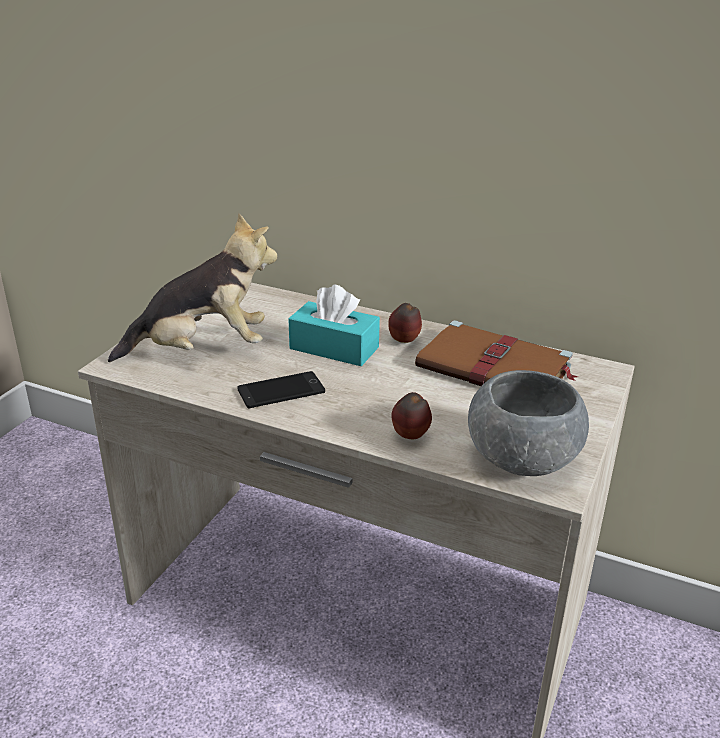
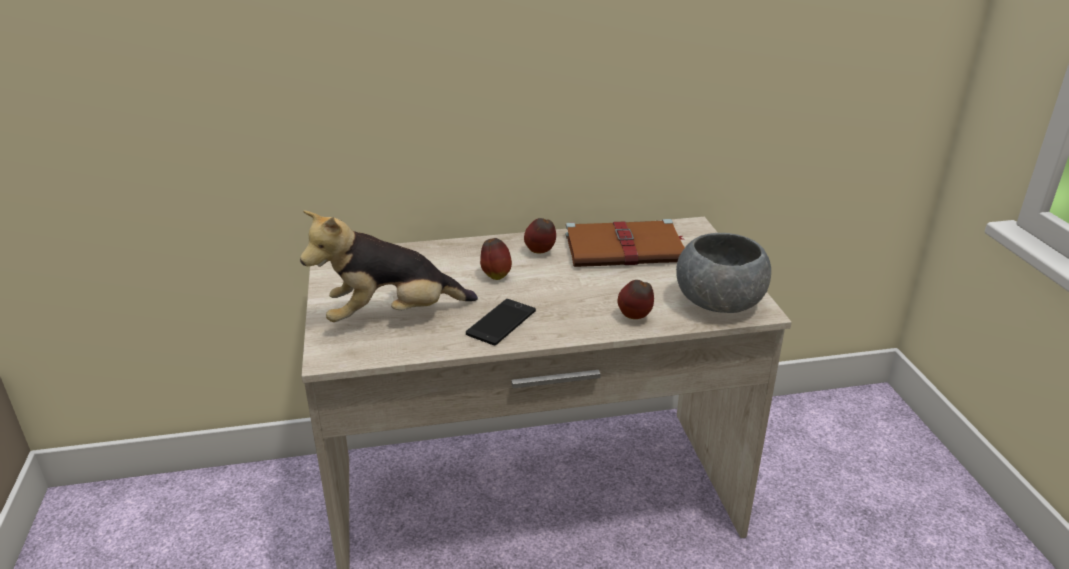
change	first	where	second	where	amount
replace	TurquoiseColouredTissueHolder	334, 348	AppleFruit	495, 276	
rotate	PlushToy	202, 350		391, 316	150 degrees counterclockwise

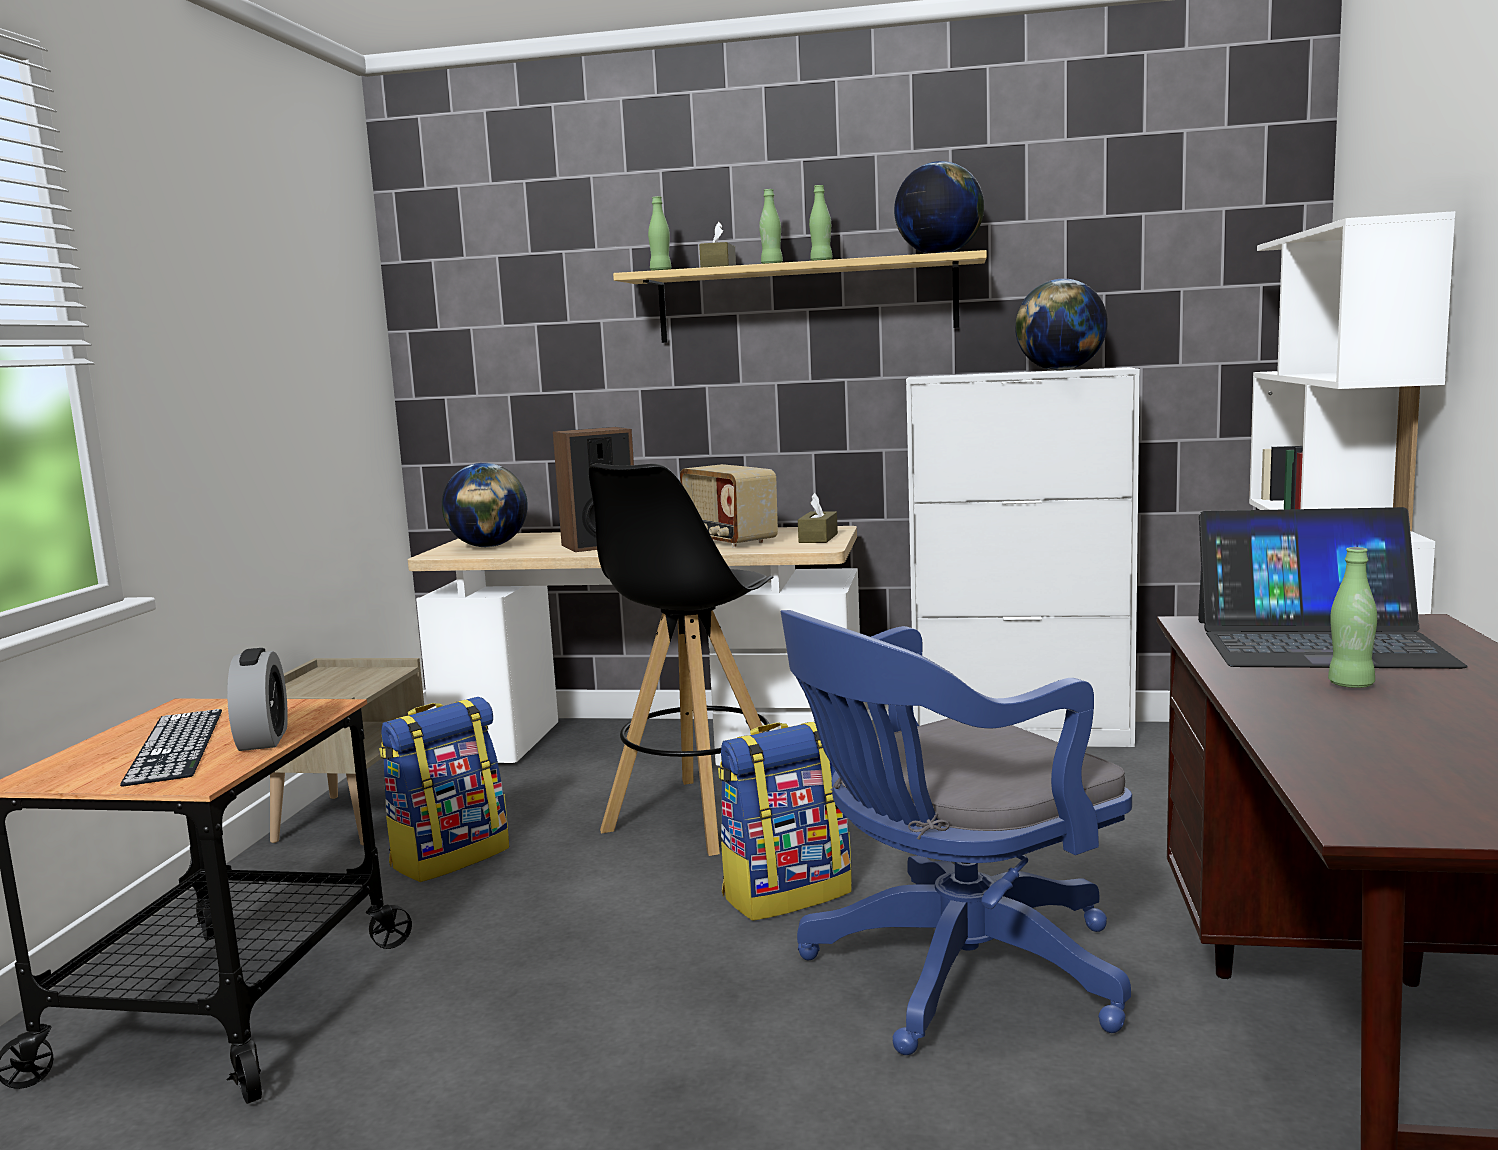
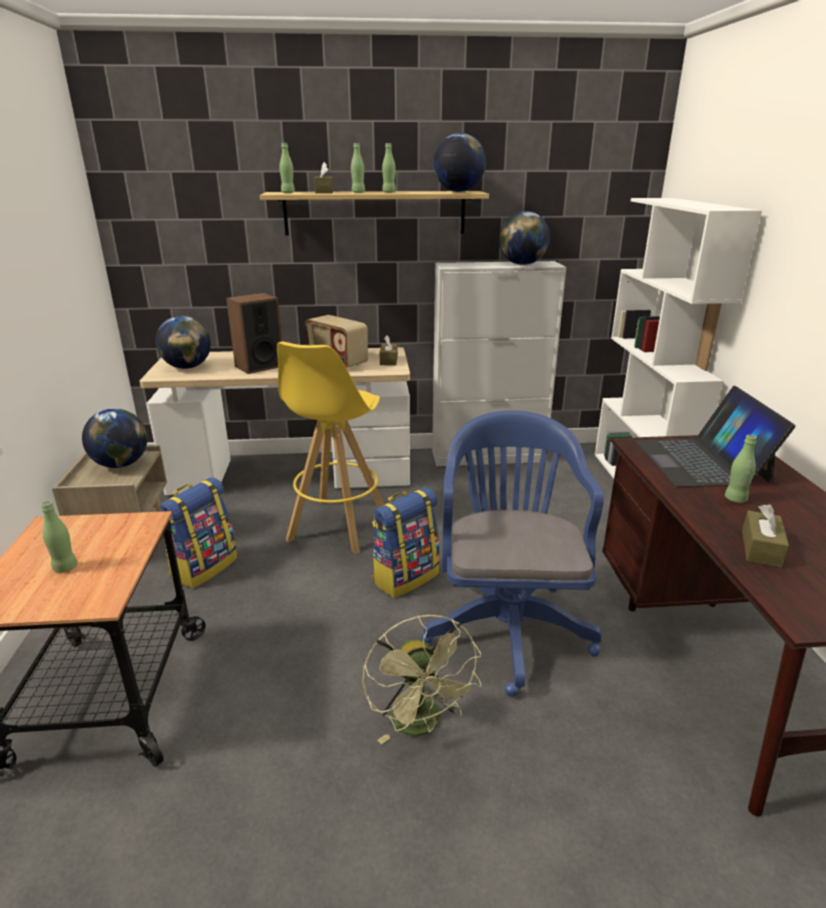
change	first	where	second	where	amount
delete	BedsideClock	263, 739			
insert			DeskGlobe	121, 464	
insert			GreenishFan	422, 725	
insert			BrownishTissueHolder	761, 548	
replace	ComputerKeyboard	176, 746	GreenishDrinkBottle	65, 567	
recolor	BlackStool	697, 815	YellowStool	337, 525	
rotate	BlueOfficeChair	952, 974		507, 623	135 degrees clockwise
rotate	Laptop	1319, 642		701, 461	90 degrees clockwise

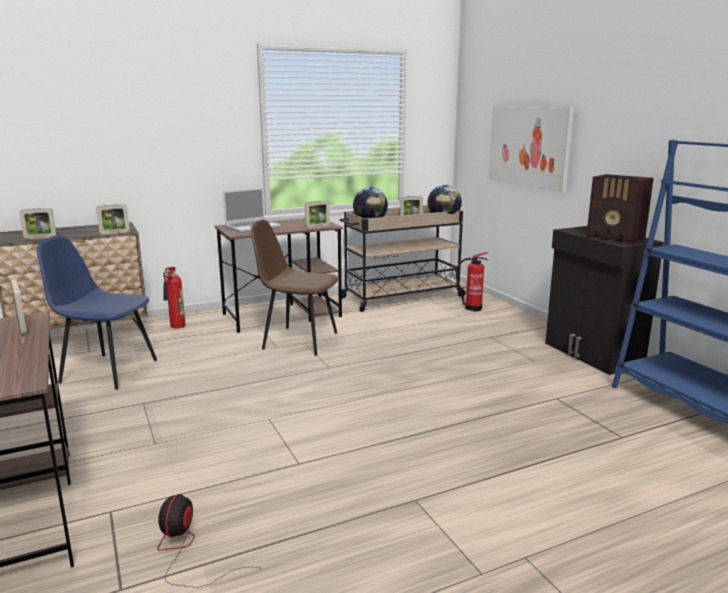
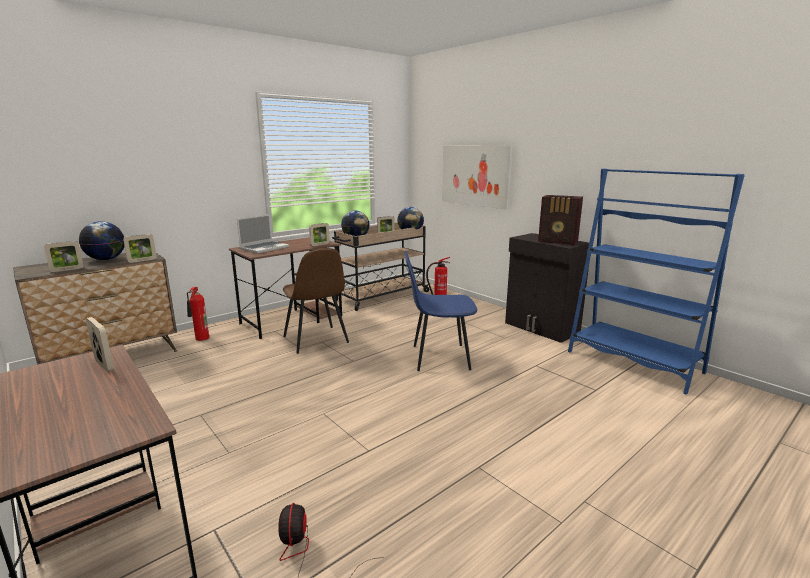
change	first	where	second	where	amount
insert			DeskGlobe	106, 259	
move	BluePlainChair	107, 371		438, 357	
rotate	BrownishPlainChair	298, 340		316, 340	120 degrees counterclockwise

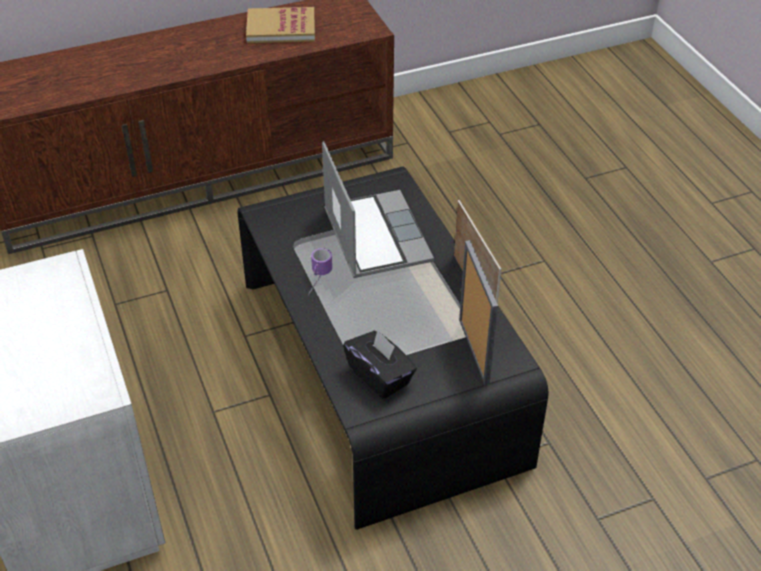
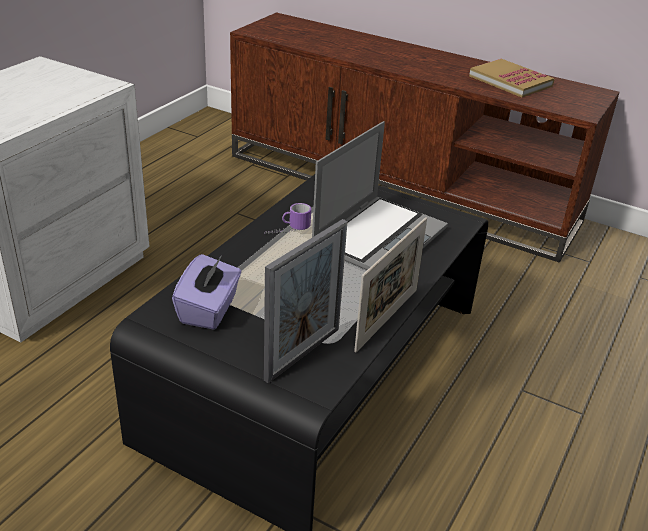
change	first	where	second	where	amount
recolor	BlackTissueHolder	380, 376	PurpleColouredTissueHolder	209, 310	

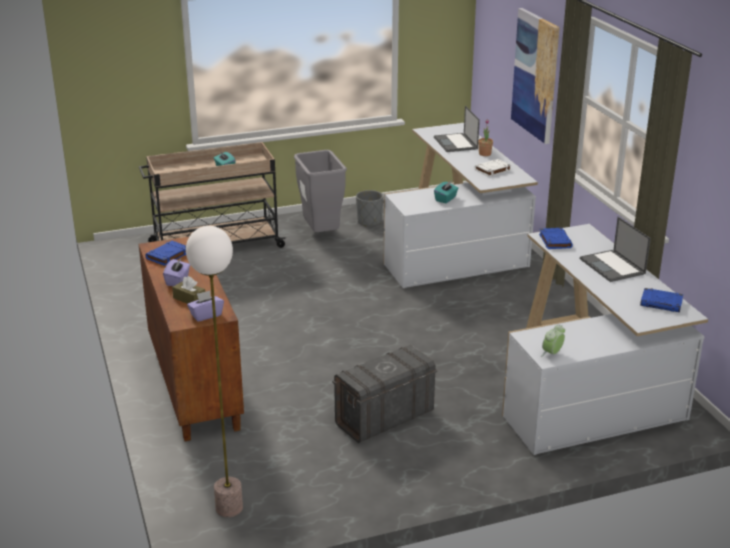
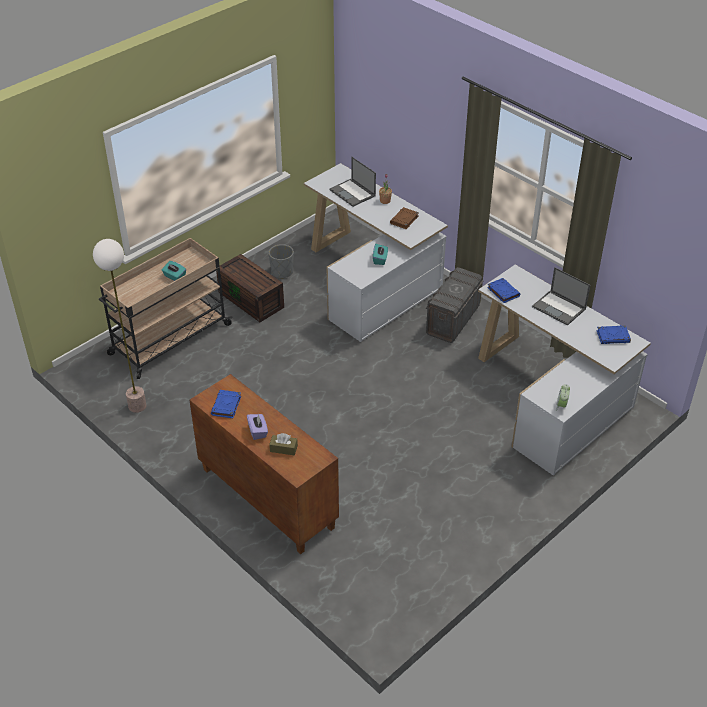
change	first	where	second	where	amount
delete	PurpleColouredTissueHolder	206, 315			
delete	WallPicture	536, 75			
move	FloorLamp	228, 508		137, 406	
move	GreyStorageContainer	384, 417		452, 320	
replace	GreyRubbishBin	321, 235	BrownishStorageContainer	252, 300	
recolor	WhitishBook	492, 170	BrownishBook	404, 220	

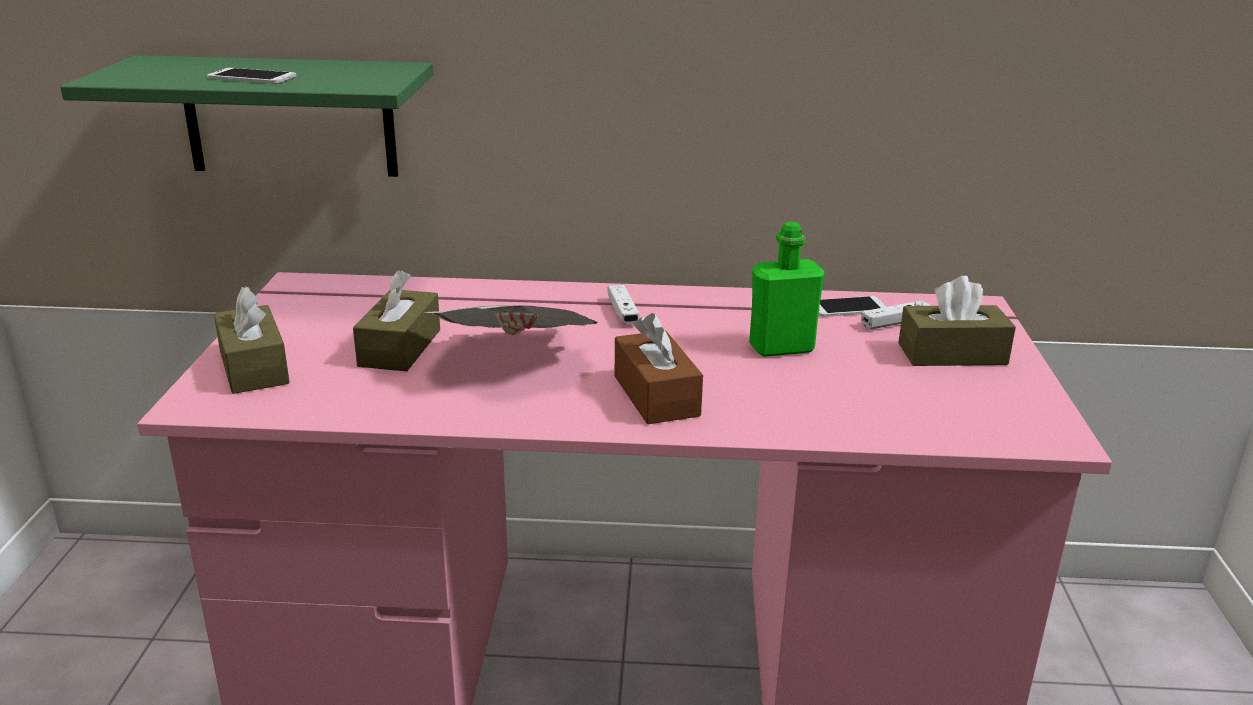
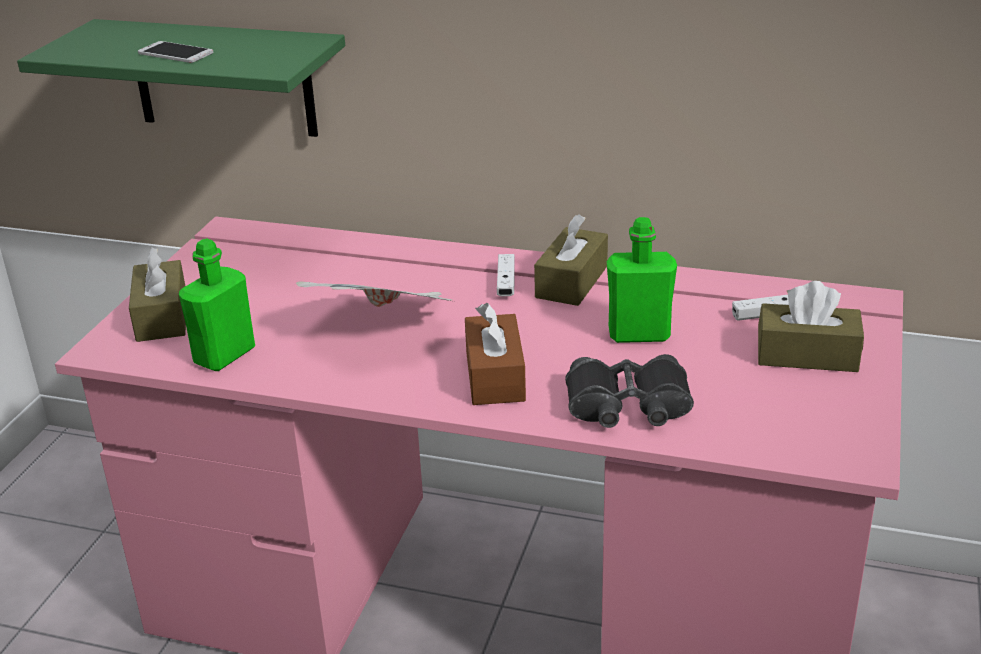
change	first	where	second	where	amount
delete	Telephone	848, 307			
insert			GreenishDrinkBottle	224, 356	
insert			BlackPairOfBinoculars	628, 407	
move	BrownishTissueHolder	400, 348		571, 282	

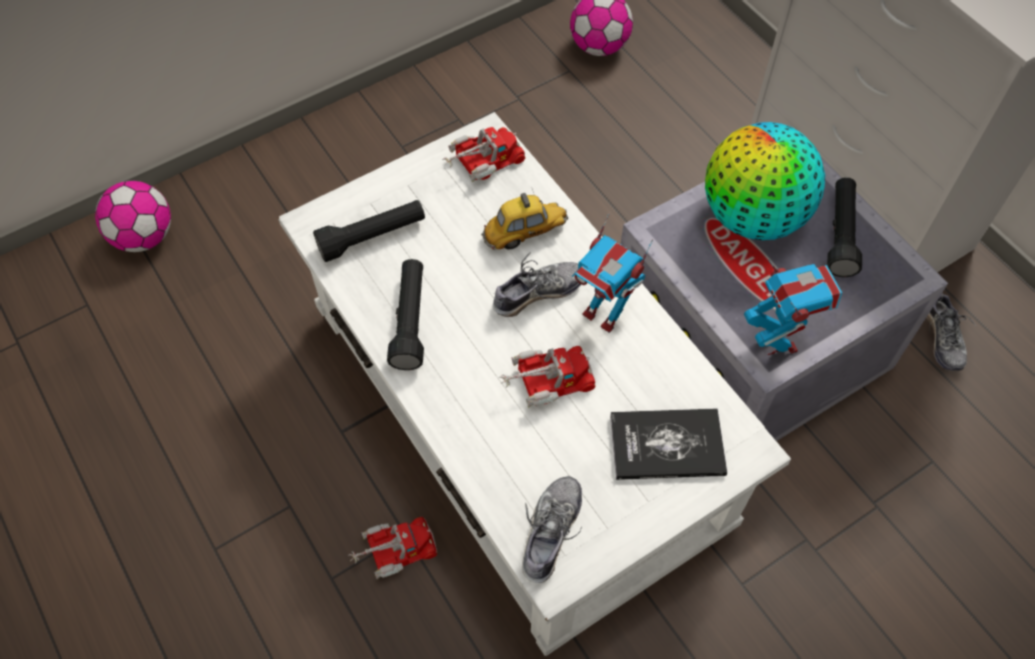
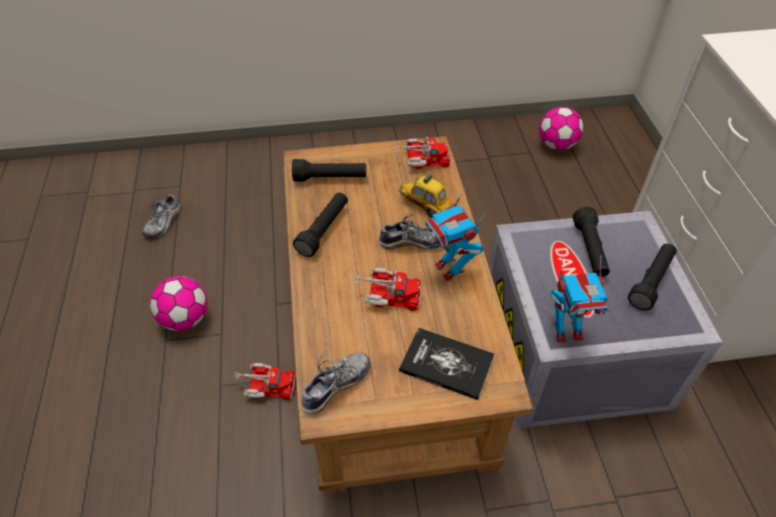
change	first	where	second	where	amount
move	FootballBall	144, 237		185, 319	
move	ItemOfFootwear	942, 339		163, 222	
replace	DeskGlobe	752, 217	BlackTorch	590, 250	
recolor	WhitishLoungeTable	515, 416	BrownishLoungeTable	387, 336	
rotate	ToyCar	525, 233		425, 206	150 degrees counterclockwise
rotate	RobotFigure	777, 341		567, 332	75 degrees clockwise

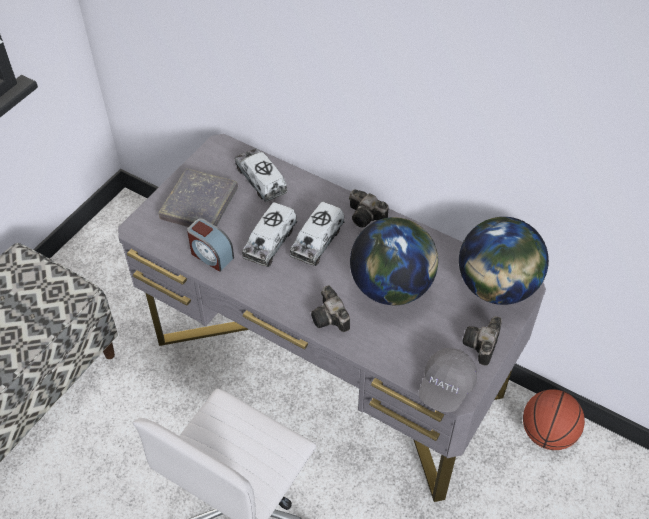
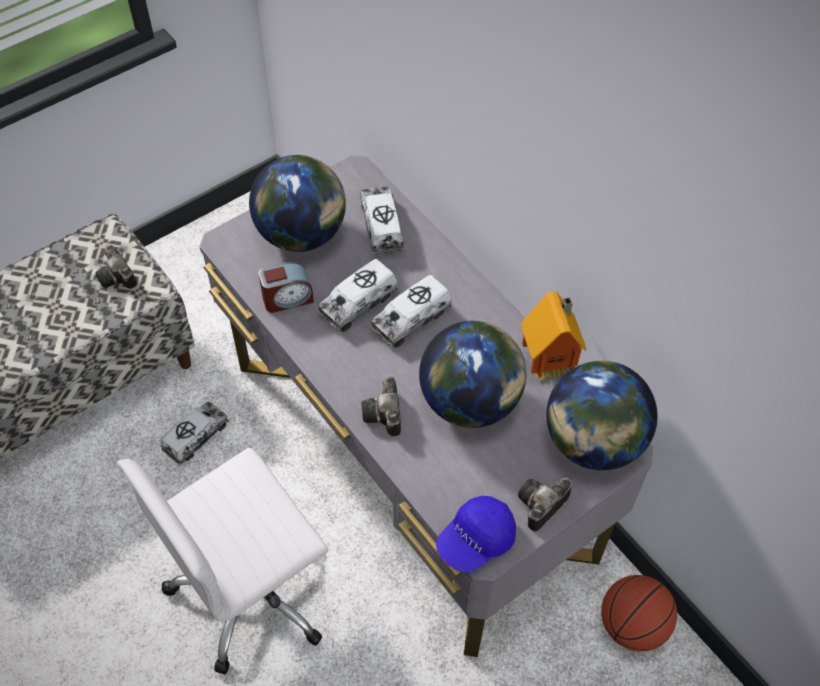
change	first	where	second	where	amount
insert			ToyTruck	196, 437	
insert			ModelHouse	549, 366	
move	StillCamera	367, 217		118, 278	
replace	GreyBook	199, 204	DeskGlobe	301, 234	
recolor	GreyCap	446, 387	BlueCap	475, 540	
rotate	BedsideClock	211, 255		287, 298	75 degrees counterclockwise

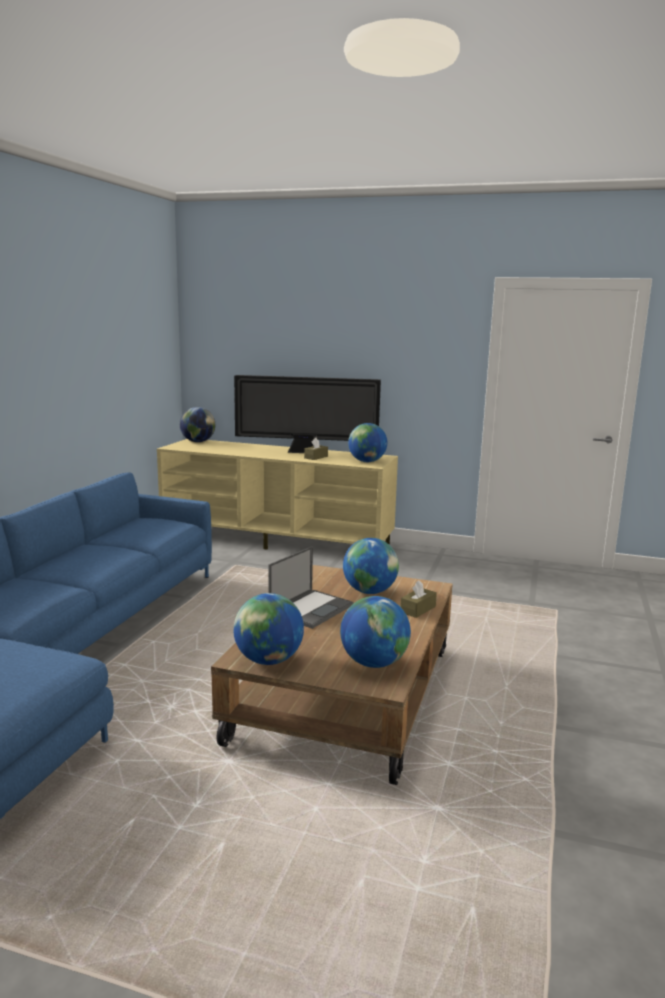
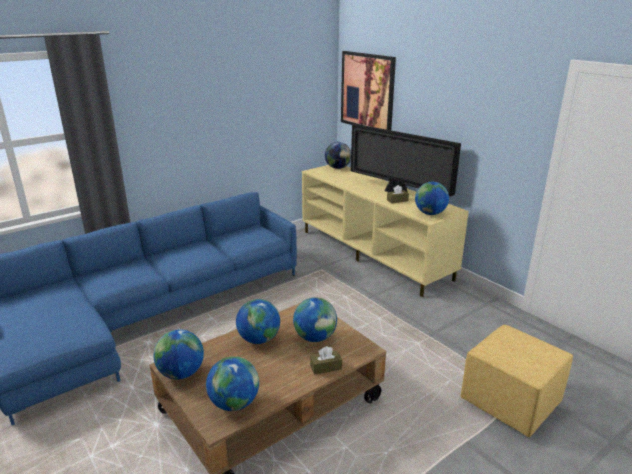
change	first	where	second	where	amount
insert			WallPicture	367, 91	
insert			YellowOttoman	511, 402	
replace	Laptop	311, 608	DeskGlobe	259, 339	

